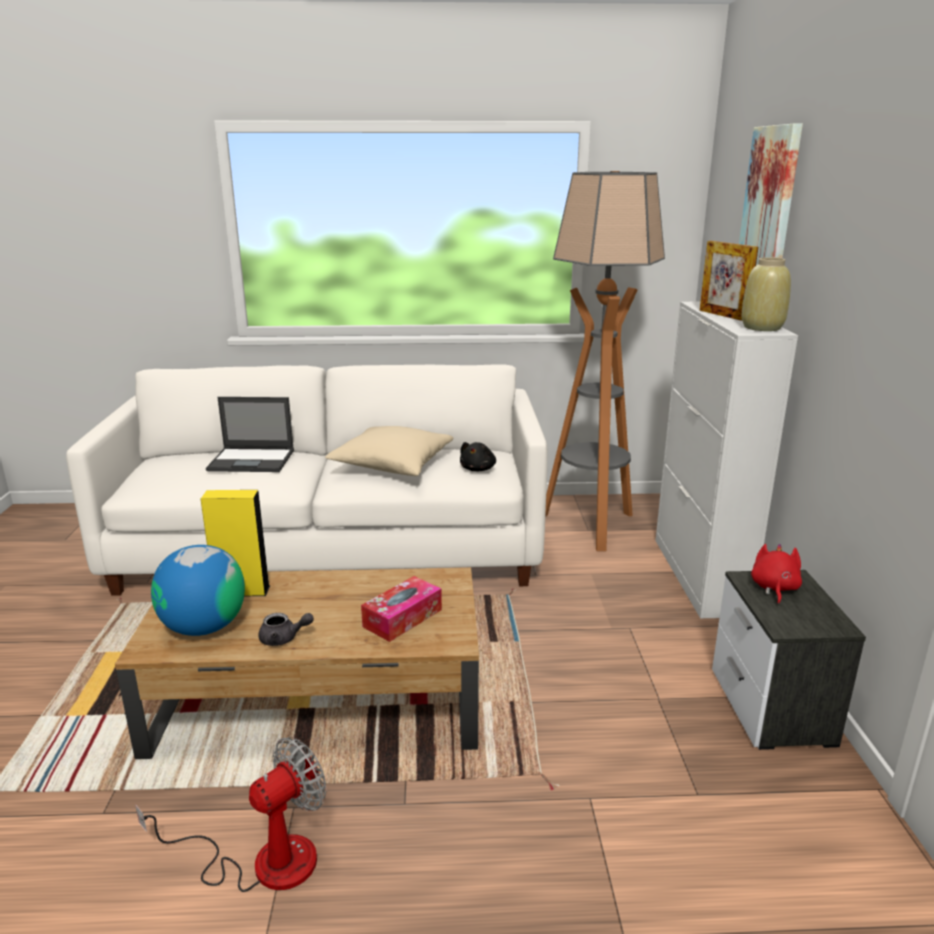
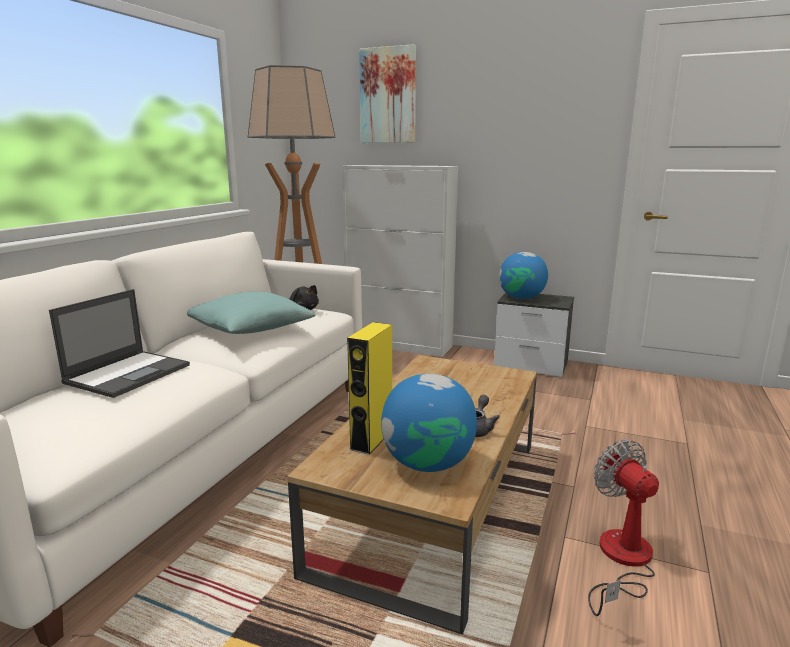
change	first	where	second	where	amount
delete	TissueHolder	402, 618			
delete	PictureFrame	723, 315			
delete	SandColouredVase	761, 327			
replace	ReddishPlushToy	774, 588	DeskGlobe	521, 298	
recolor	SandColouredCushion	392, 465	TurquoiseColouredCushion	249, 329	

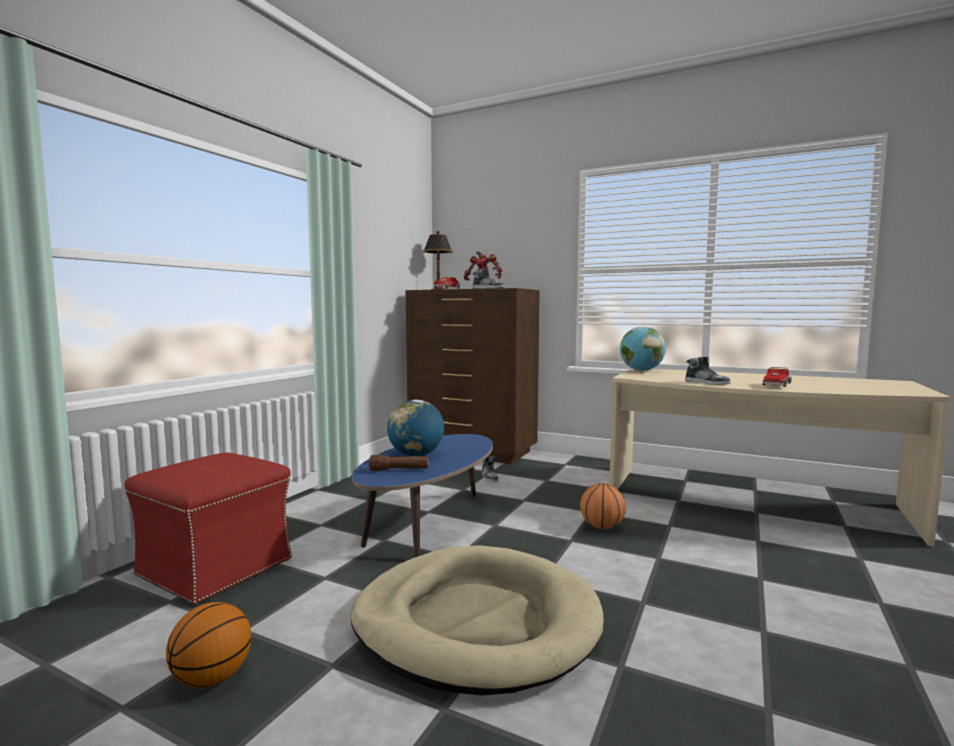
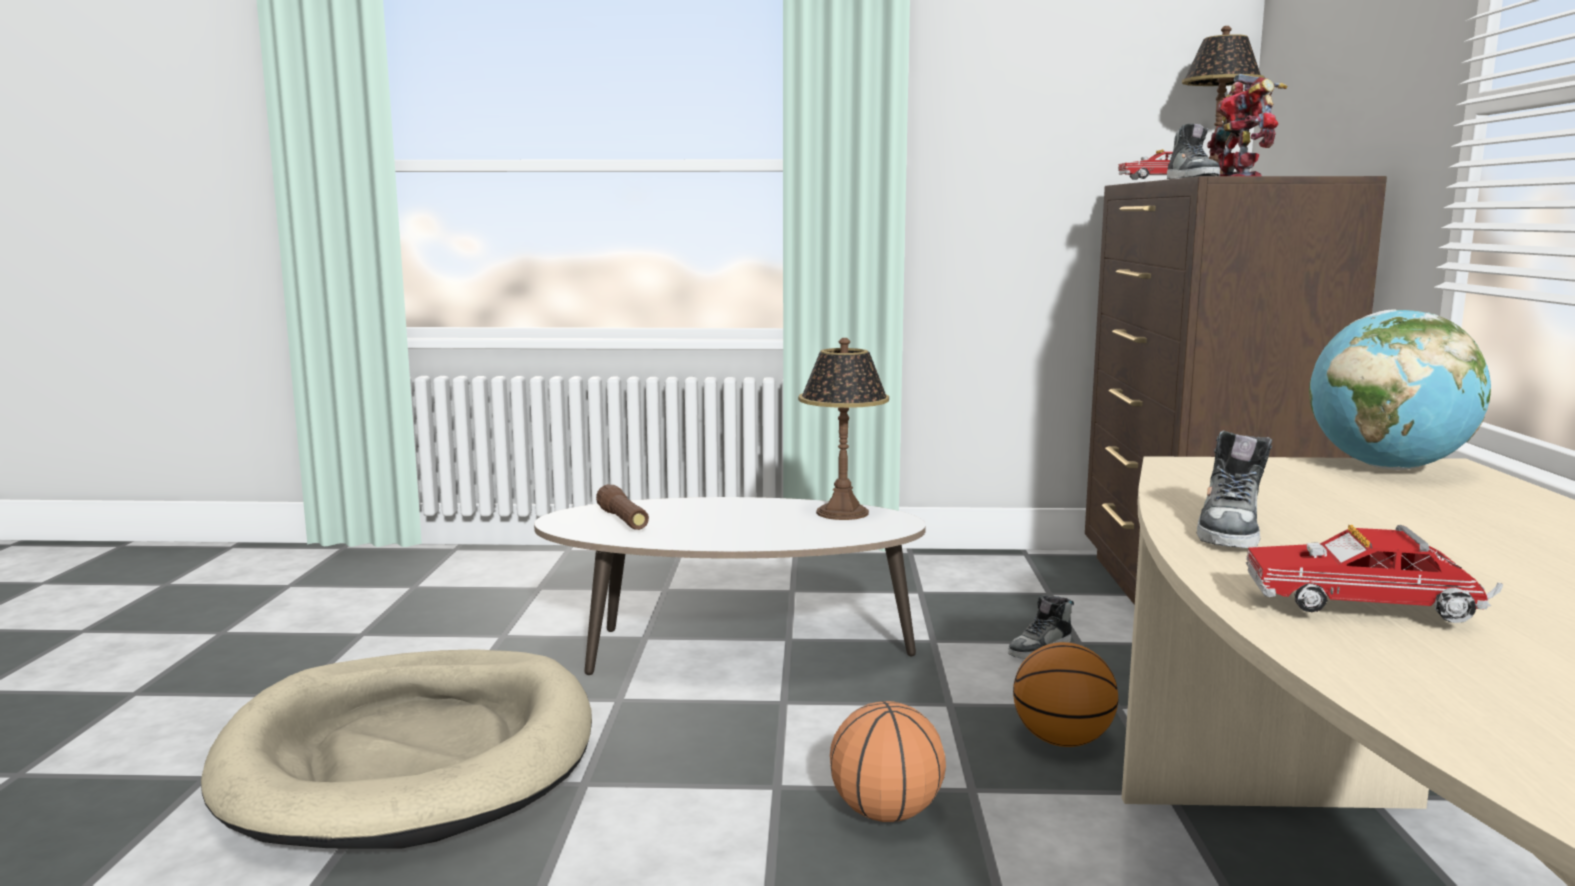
change	first	where	second	where	amount
delete	ReddishOttoman	217, 567			
delete	DeskGlobe	416, 455			
insert			TableLamp	843, 513	
move	BasketballBall	212, 678		1063, 741	
recolor	BlueLoungeTable	430, 525	WhitishLoungeTable	731, 653	

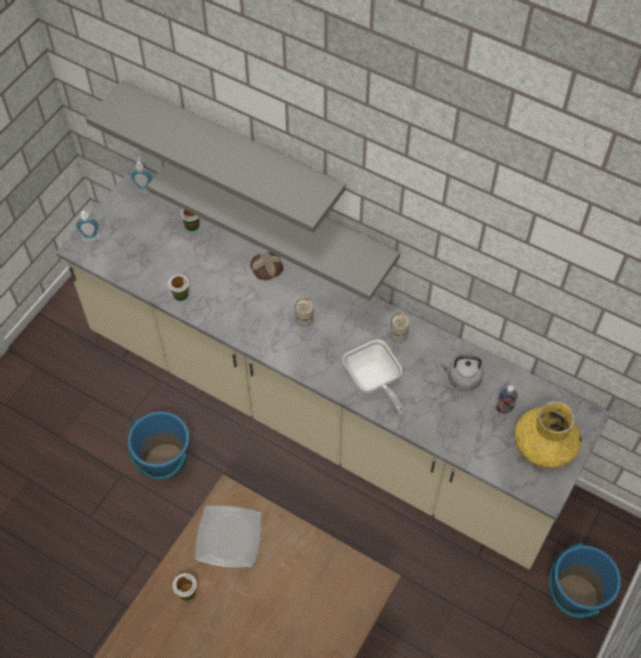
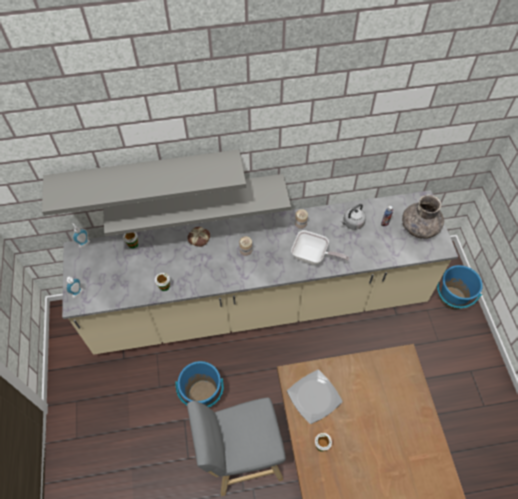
change	first	where	second	where	amount
insert			GreyStool	241, 458	
recolor	YellowVase	543, 446	GreyVase	419, 227	

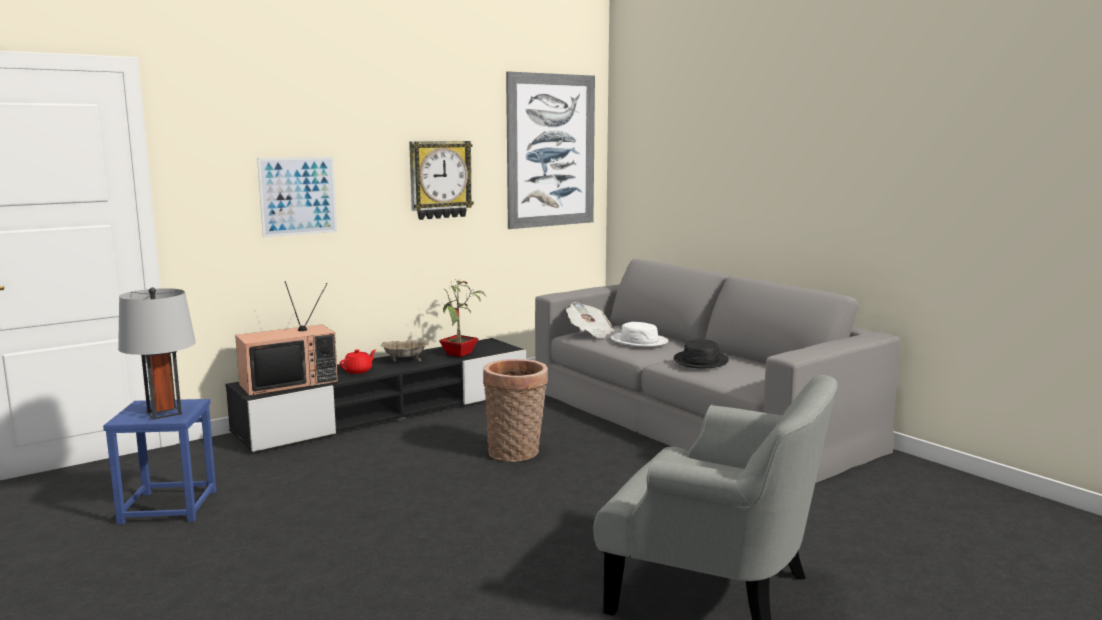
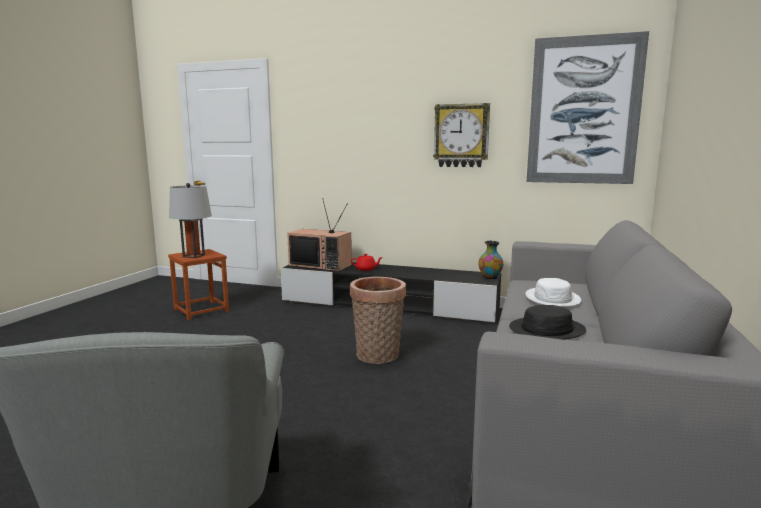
change	first	where	second	where	amount
delete	WallPicture	298, 196			
delete	SandColouredBowl	405, 360			
delete	PlantInAPot	460, 354			
delete	Newspaper	590, 333			
insert			Vase	490, 277	
recolor	BlueStool	168, 507	BrownishStool	201, 310	

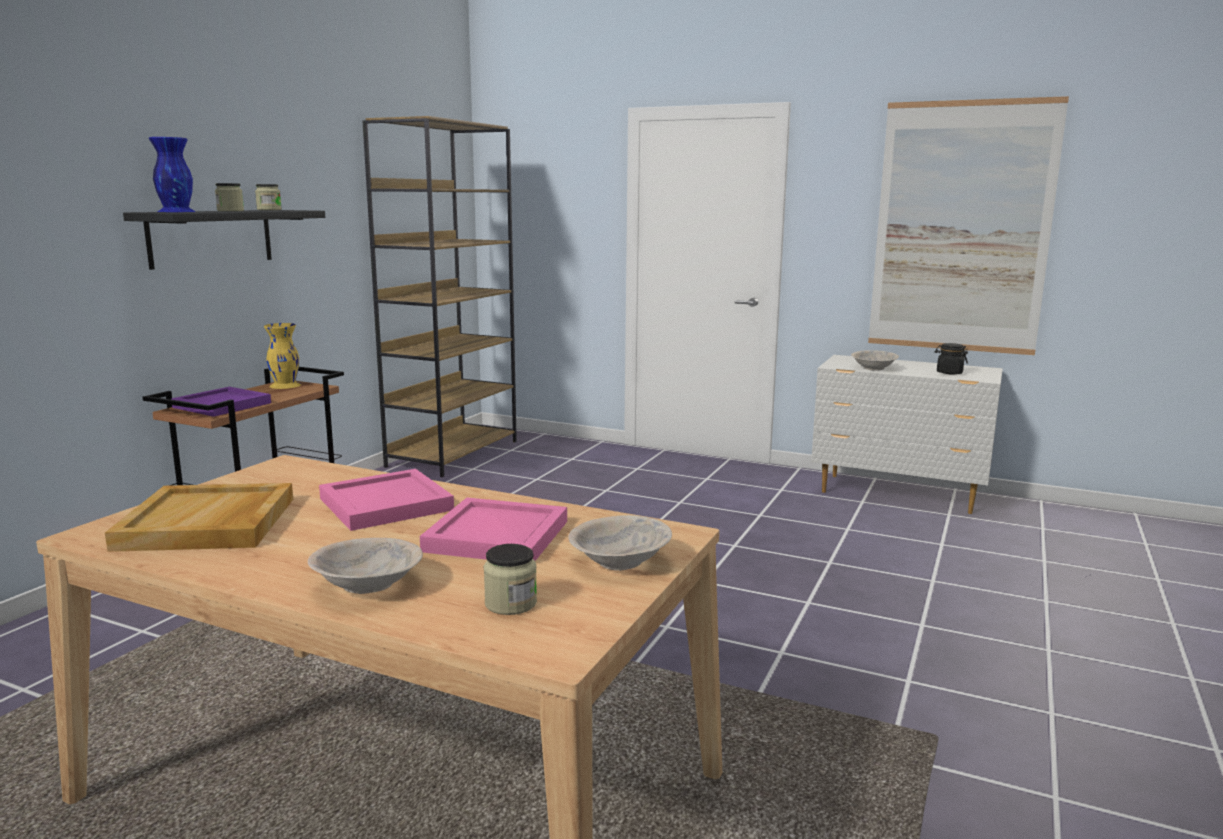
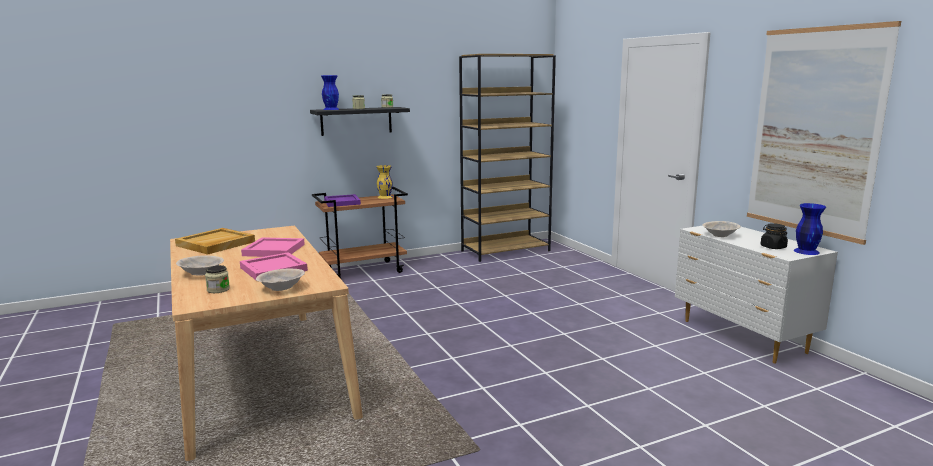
change	first	where	second	where	amount
insert			BlueVase	806, 251	

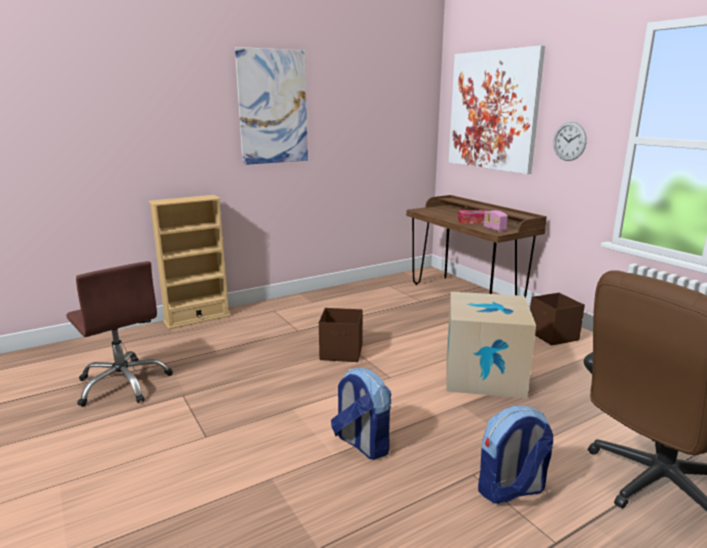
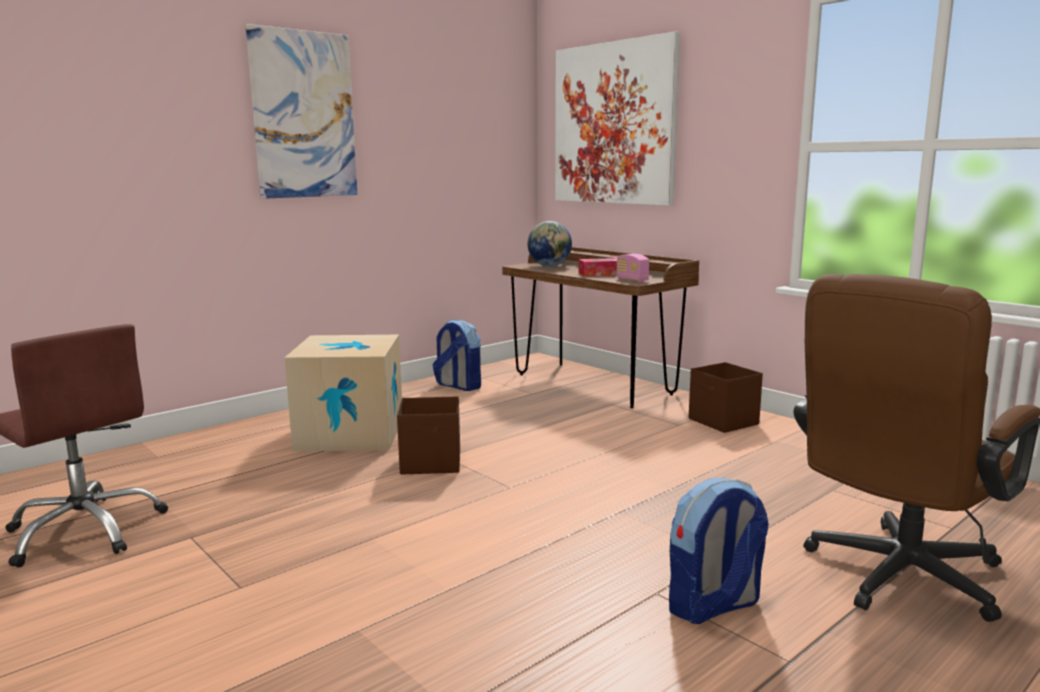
change	first	where	second	where	amount
delete	SandColouredBookcase	197, 319			
delete	ClockOnTheWall	569, 141			
insert			DeskGlobe	550, 266	
move	Knapsack	361, 444		458, 386	
move	PackingBox	483, 375		350, 434	

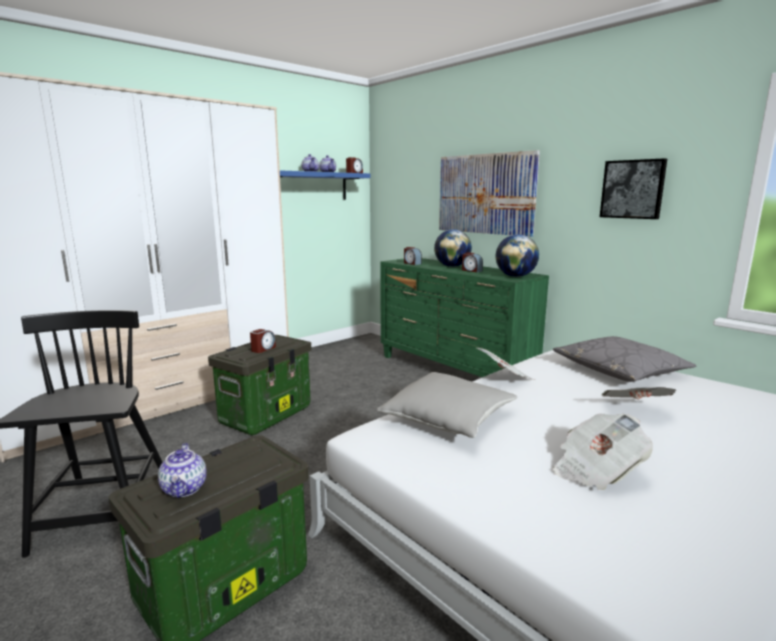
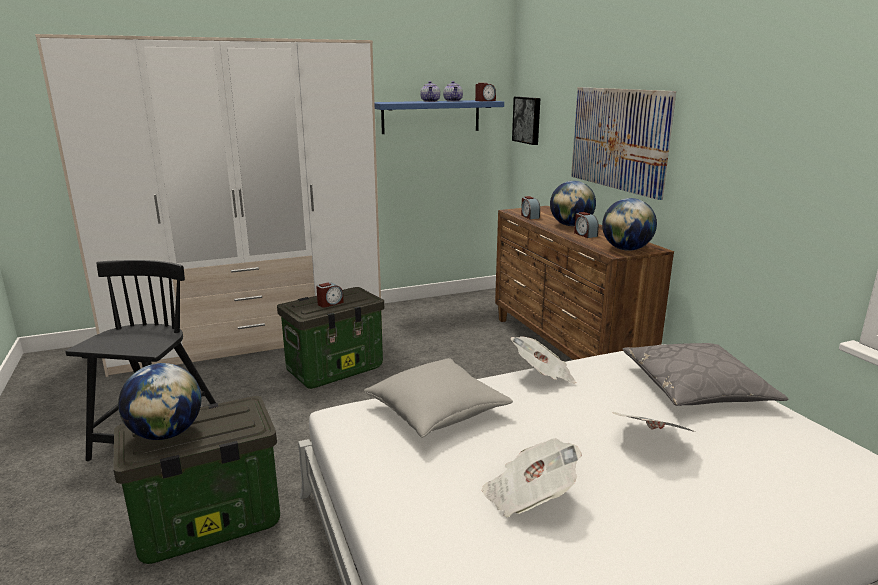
change	first	where	second	where	amount
move	WallPicture	633, 189		528, 120	
replace	Teapot	185, 489	DeskGlobe	166, 433	
recolor	GreenishDrawerChest	453, 371	BrownishDrawerChest	565, 350	

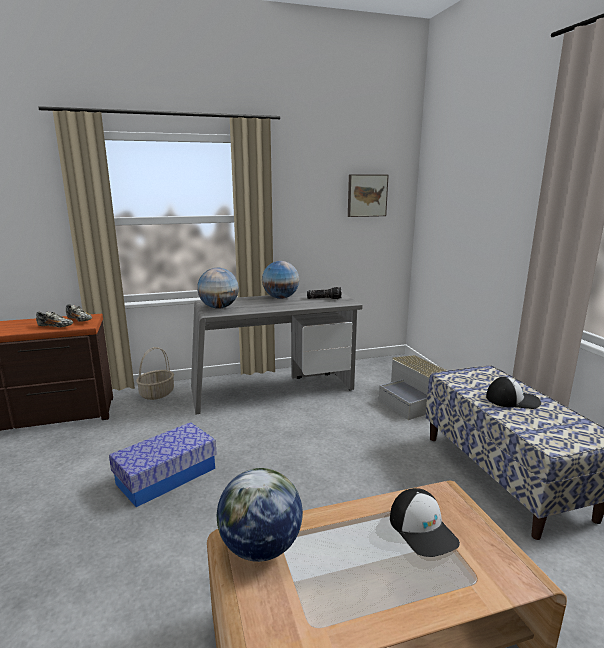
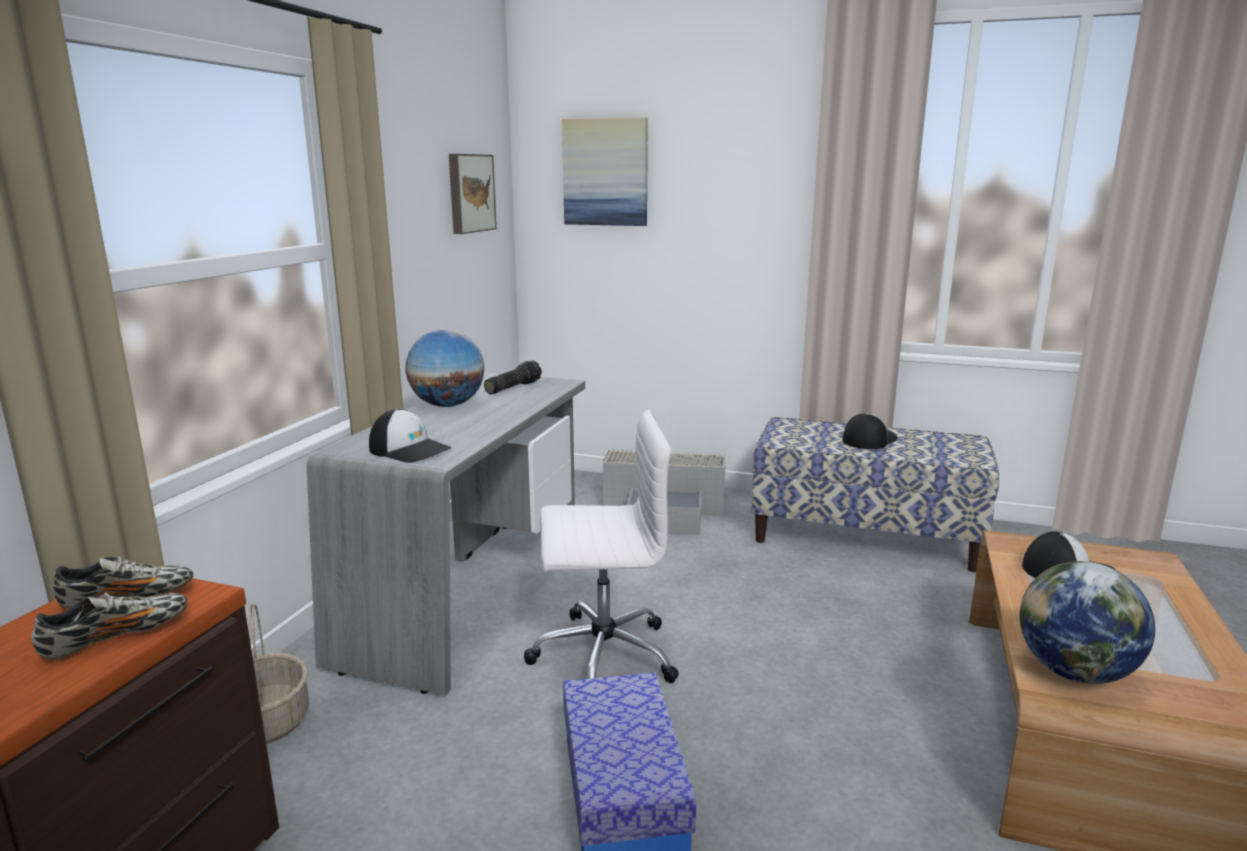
change	first	where	second	where	amount
insert			WhitishOfficeChair	601, 656	
insert			WallPicture	605, 172	
replace	DeskGlobe	219, 307	Cap	410, 450	

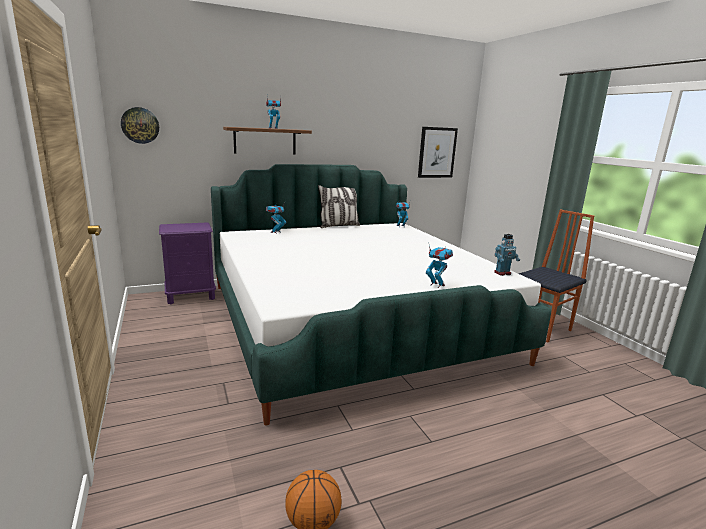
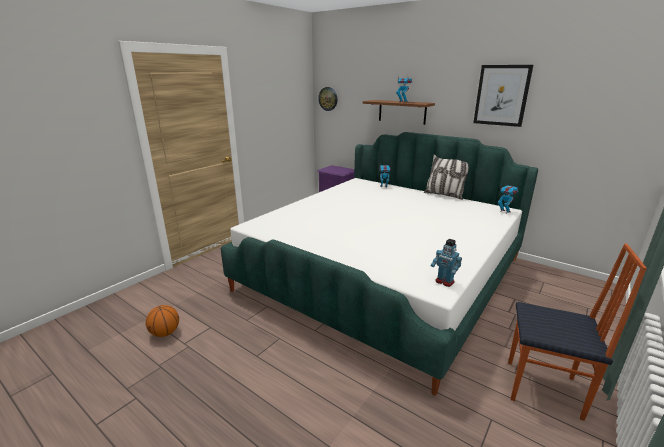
change	first	where	second	where	amount
delete	RobotFigure	436, 285			
move	WallPicture	437, 152		501, 95	

